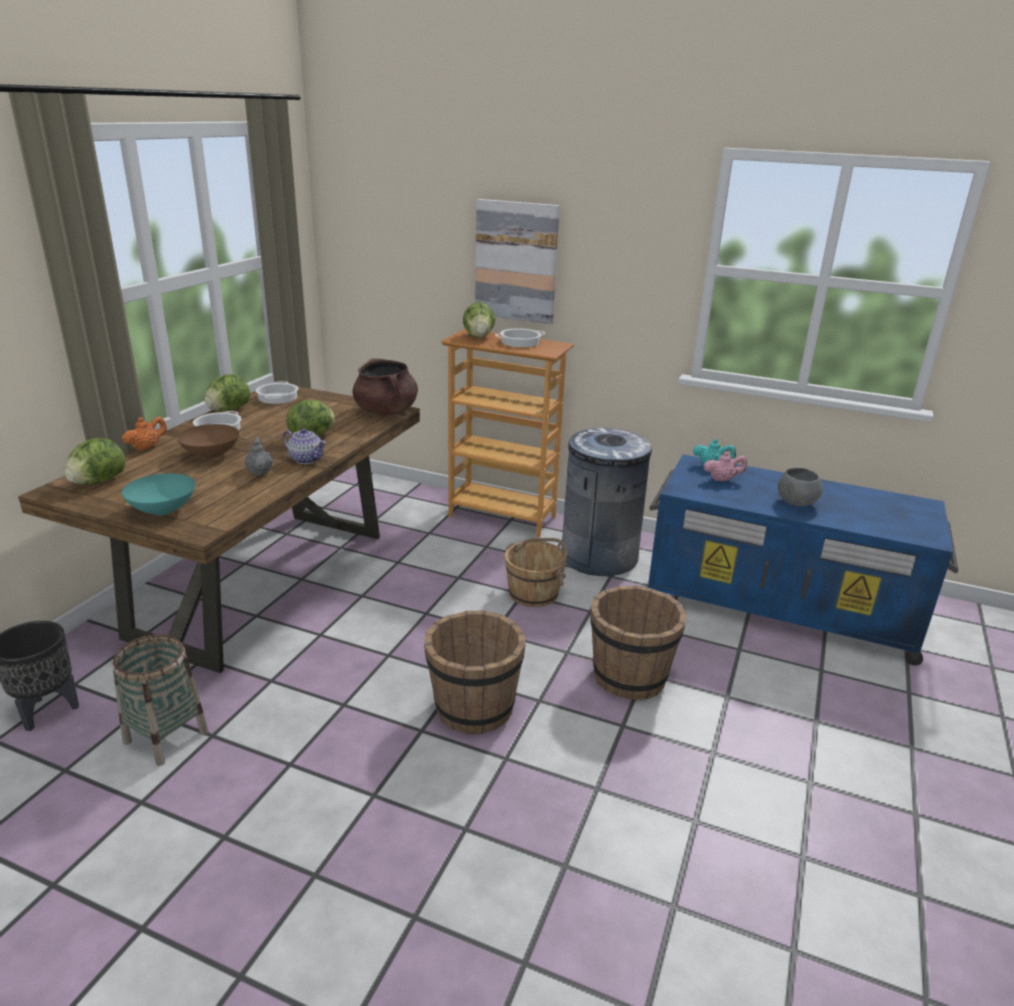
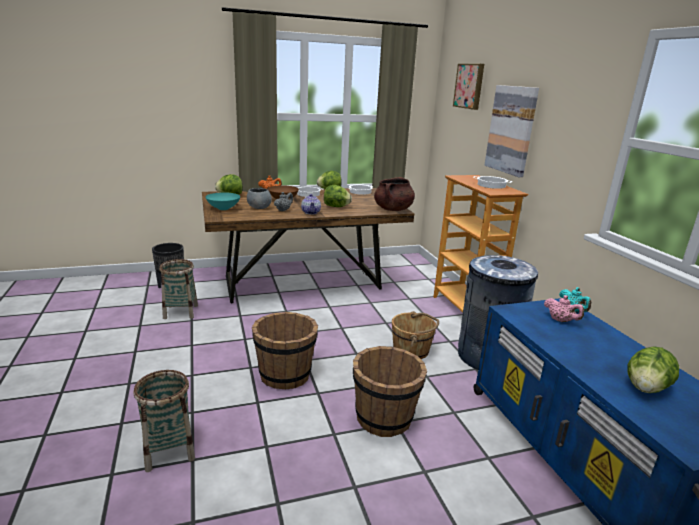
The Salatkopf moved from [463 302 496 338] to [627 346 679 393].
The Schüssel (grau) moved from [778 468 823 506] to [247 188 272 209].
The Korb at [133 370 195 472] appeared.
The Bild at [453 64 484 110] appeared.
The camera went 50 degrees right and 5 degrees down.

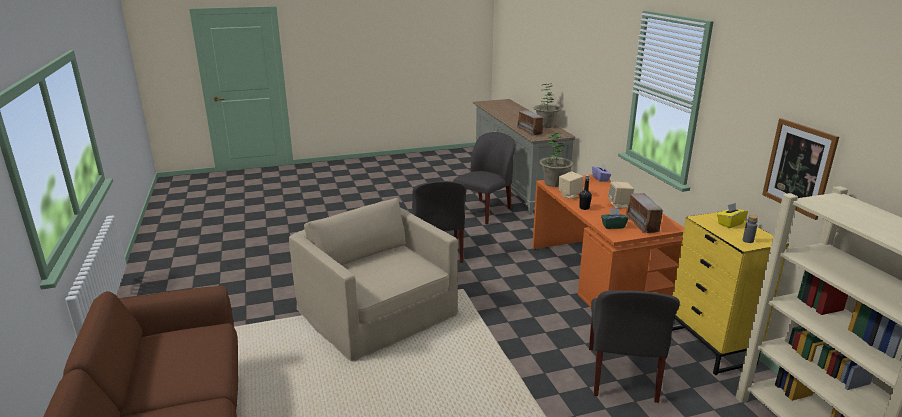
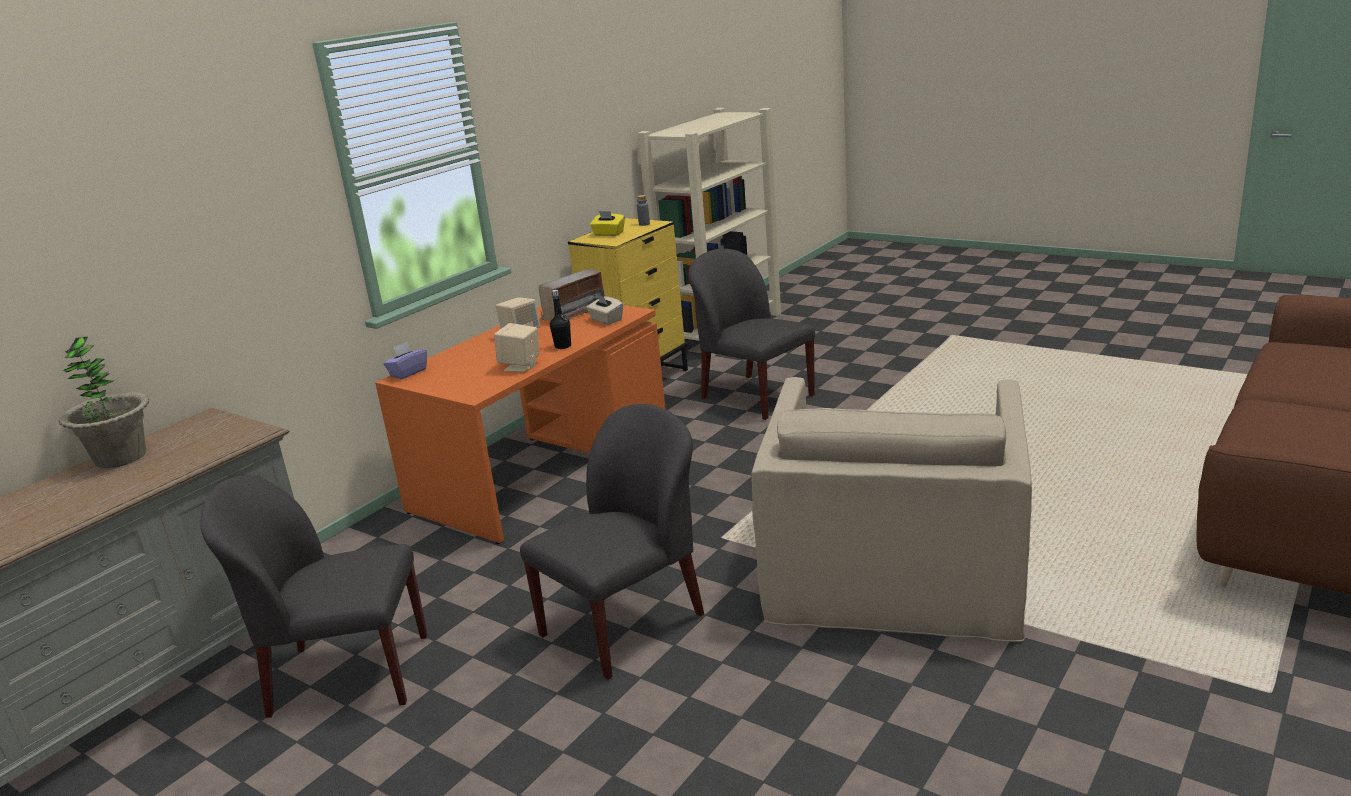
The Radio at [517 110 544 136] disappeared.
The Topfpflanze at [539 132 573 187] disappeared.
The Stuhl (grau) at [589 290 680 403] turned 105 degrees counterclockwise.
The Taschentuchbox (grün) at [601 209 629 229] became the Taschentuchbox (beige) at [586 294 623 325].
The Bild at [762 118 839 220] disappeared.
The camera went 125 degrees left and 0 degrees up.

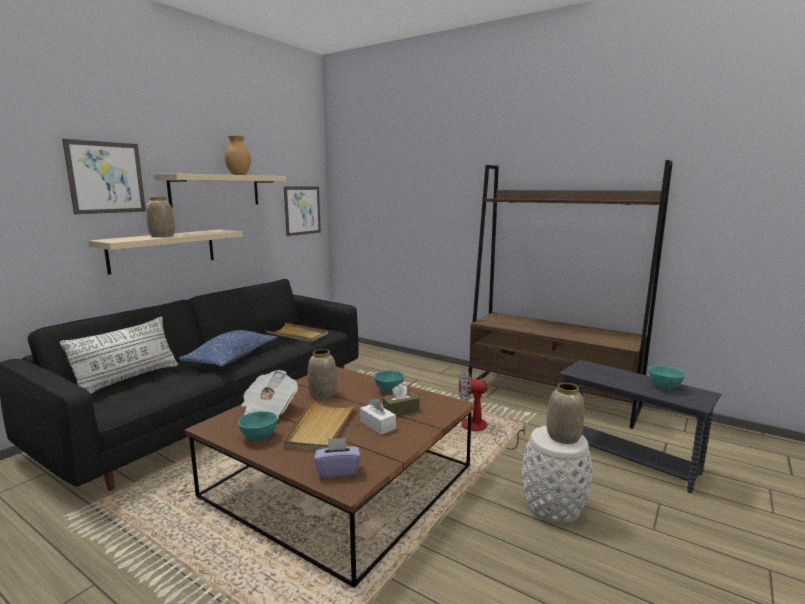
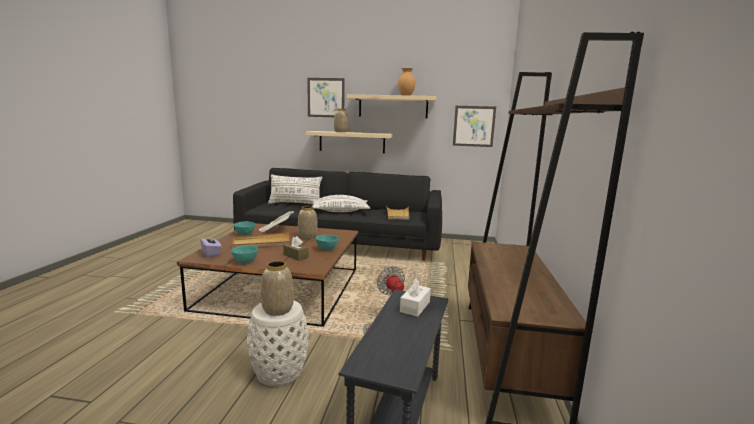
The Kissen (blau) at [178 330 277 367] became the Kissen (weiß) at [312 195 370 212].
The Taschentuchbox (weiß) moved from [360 397 396 435] to [400 278 431 317].
The Schüssel (türkis) moved from [649 365 686 389] to [231 245 258 263].
The camera went 65 degrees right and 0 degrees up.

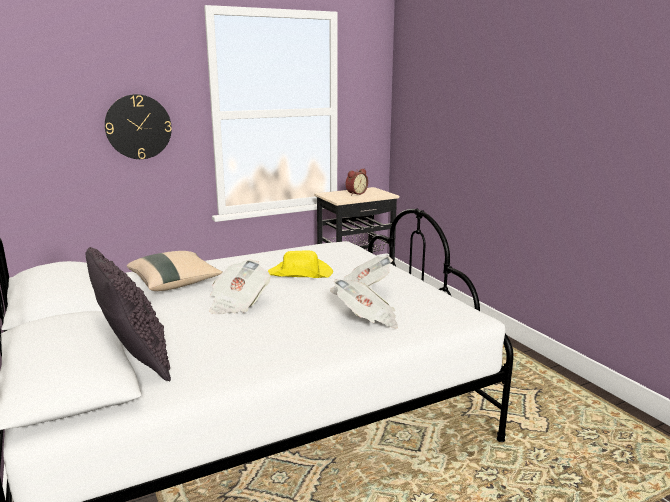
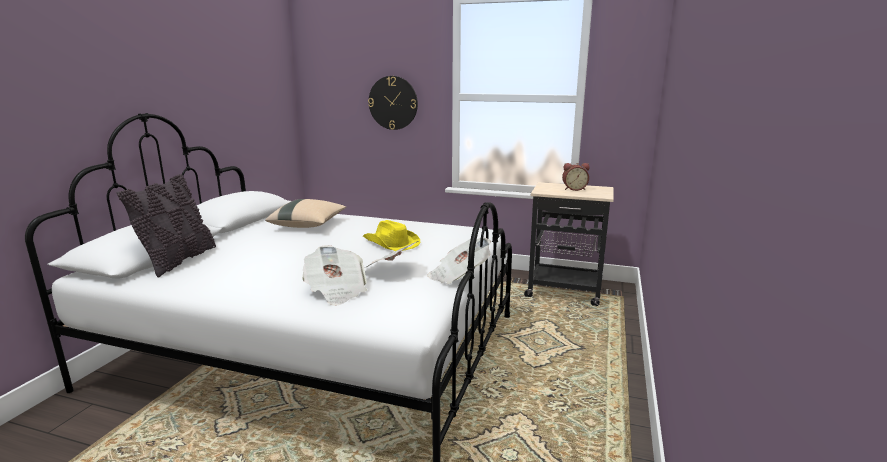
The Zeitung moved from [209 260 270 315] to [427 238 491 284].
The camera went 45 degrees right and 0 degrees up.

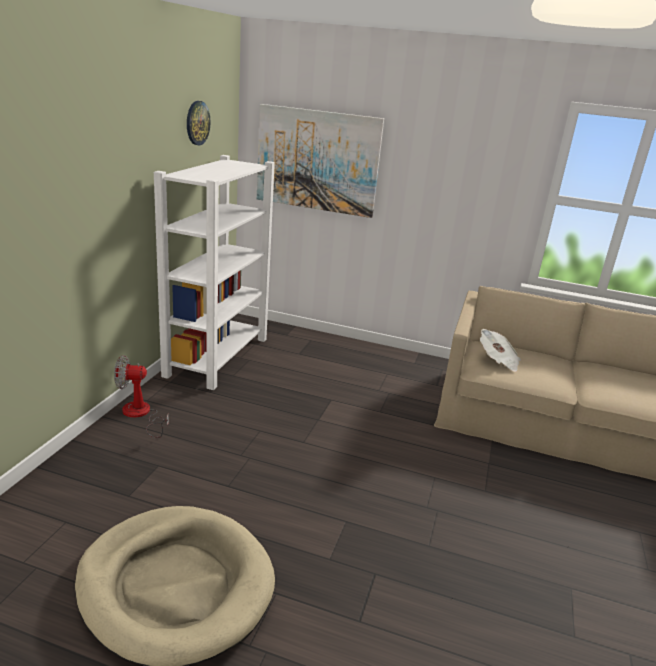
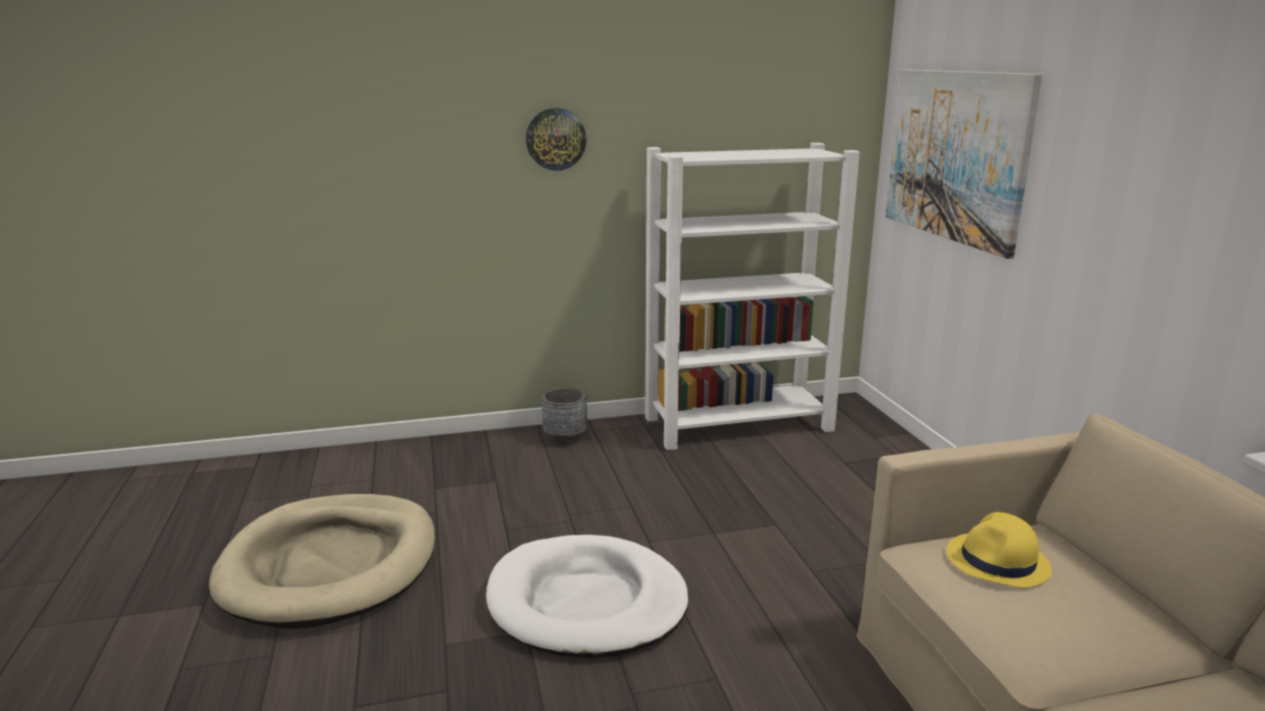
The Ventilator at [114 355 169 438] was replaced by the Pflanzkübel (grau) at [542 387 587 445].
The Wanduhr moved from [187 101 210 145] to [526 108 586 171].
The Zeitung at [480 329 521 372] was replaced by the Hut (gelb) at [947 512 1052 588].
The Hundebett (weiß) at [486 535 689 658] appeared.
The camera went 60 degrees right and 5 degrees down.

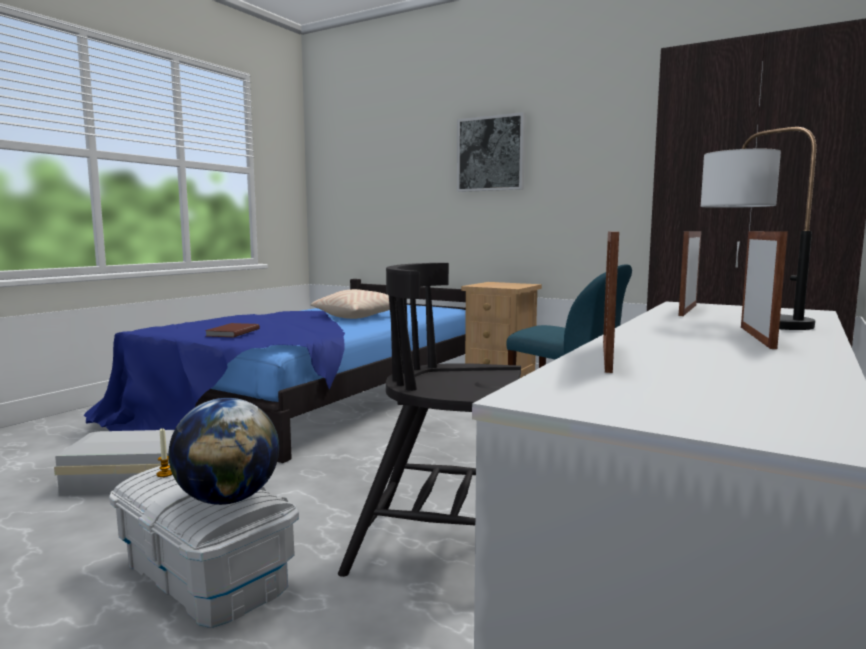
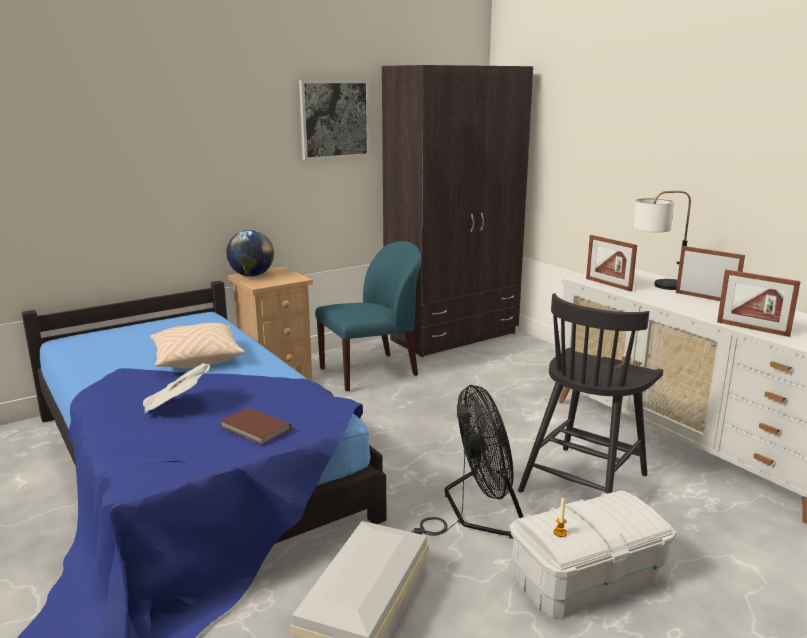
The Globus moved from [169 398 279 505] to [226 230 274 277].
The Bild moved from [457 112 525 192] to [299 80 370 160].
The Zeitung at [143 363 210 413] appeared.
The Ventilator (schwarz) at [411 385 523 539] appeared.
The camera went 65 degrees left and 10 degrees up.

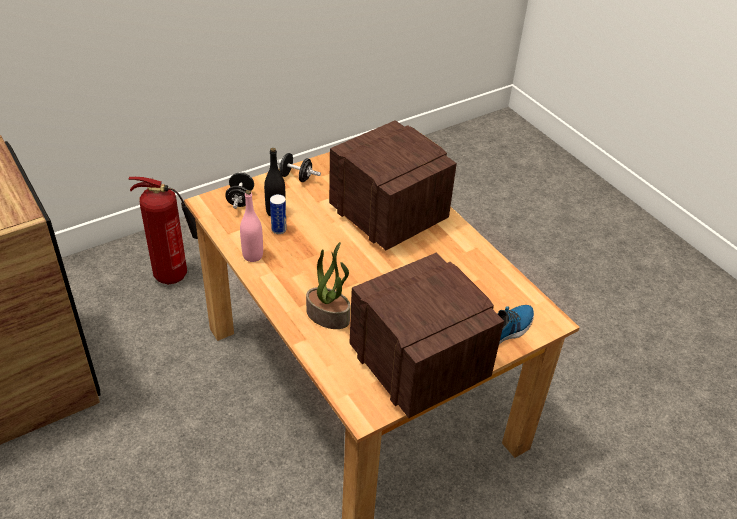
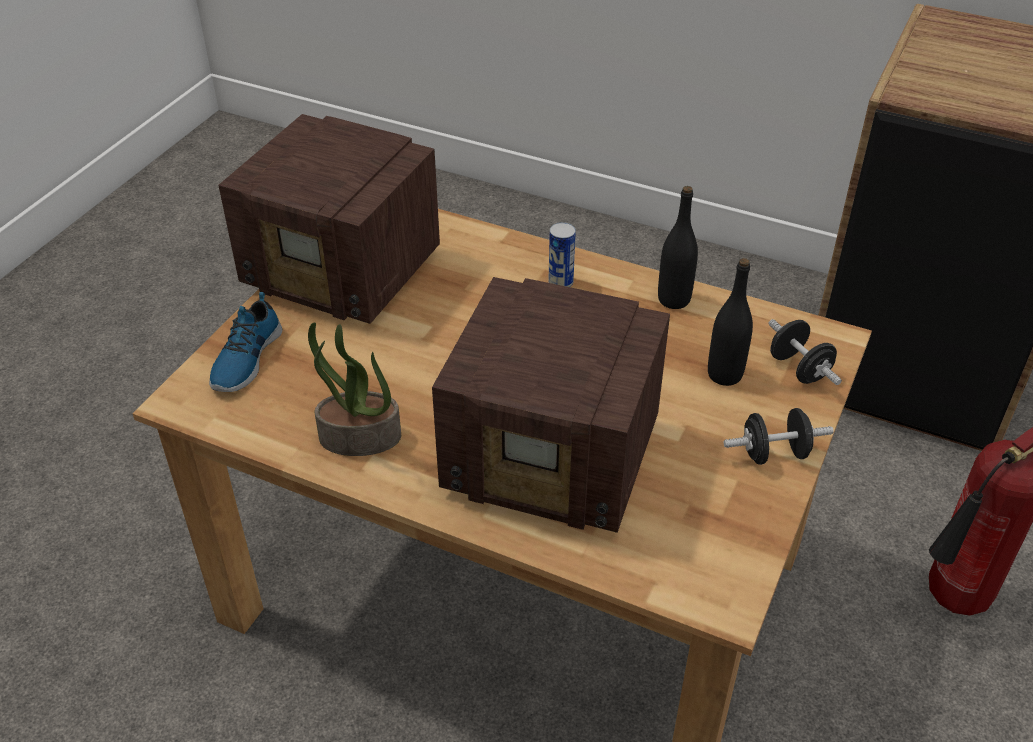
The Flasche (rosa) at [240 190 263 262] became the Flasche (schwarz) at [658 186 698 309].
The Dose moved from [270 194 287 234] to [548 222 576 287].
The Topfpflanze moved from [306 242 350 329] to [308 322 401 456].
The camera went 150 degrees right and 0 degrees up.

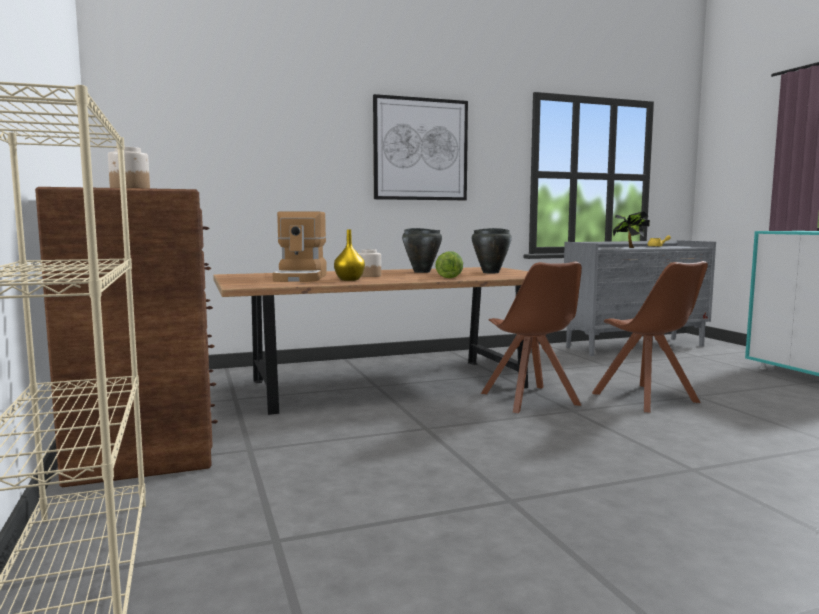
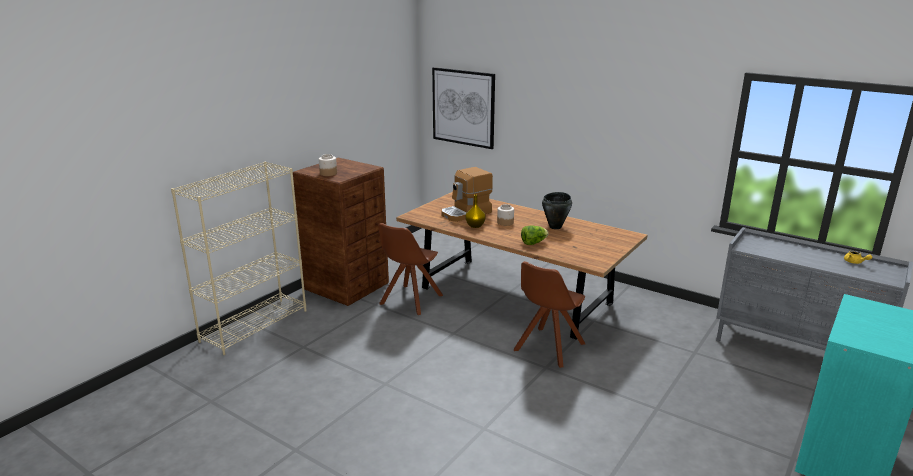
The Bild moved from [373 94 468 200] to [432 67 495 149].
The Kochtopf (schwarz) at [472 228 512 273] disappeared.
The Stuhl (braun) moved from [592 261 708 413] to [378 223 443 315].
The Topfpflanze at [613 211 650 248] disappeared.
The camera went 55 degrees right and 15 degrees up.

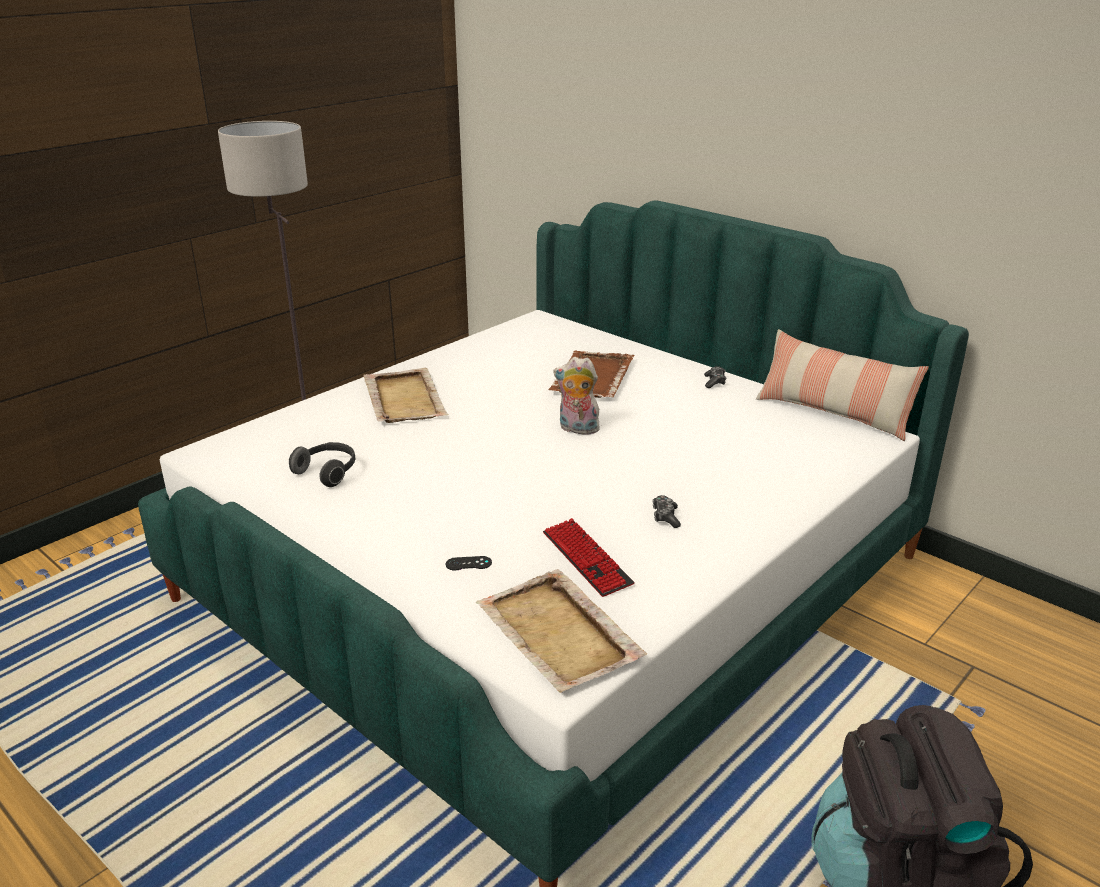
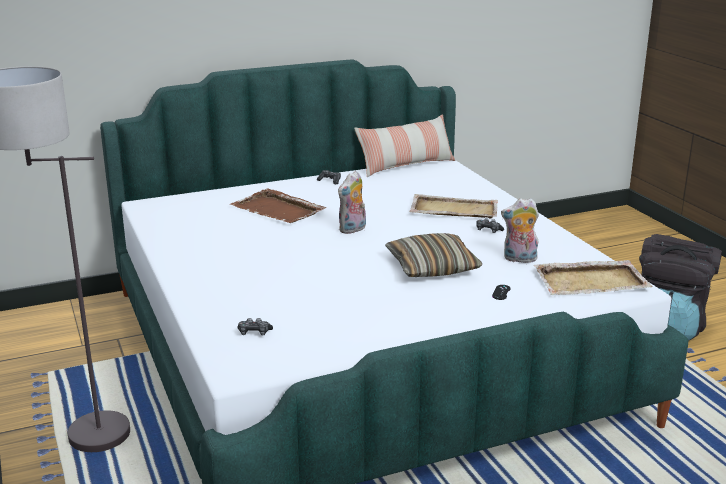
The Kopfhörer at [289 442 356 487] disappeared.
The Tablett (beige) moved from [363 368 449 423] to [409 194 498 219].
The Tastatur at [543 518 635 597] was replaced by the Plüschtier at [501 198 539 263].
The Gamepad at [238 318 273 335] appeared.
The Kissen at [385 233 482 277] appeared.
The camera went 65 degrees left and 5 degrees down.

